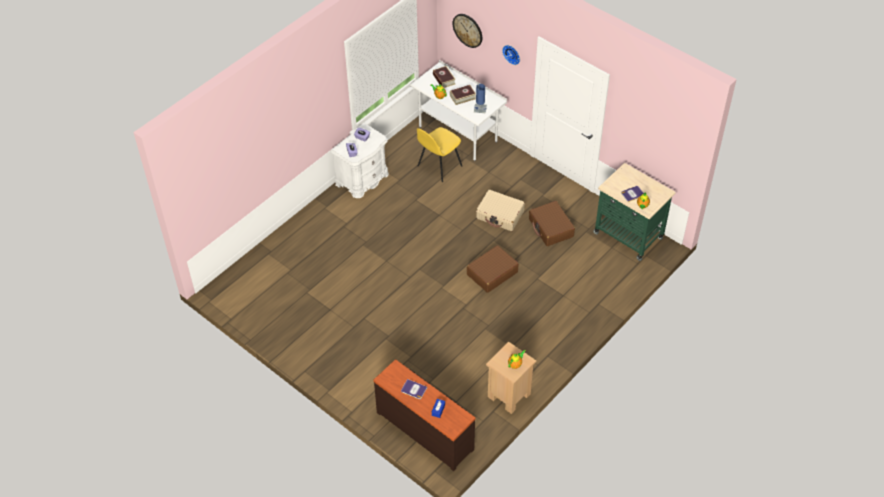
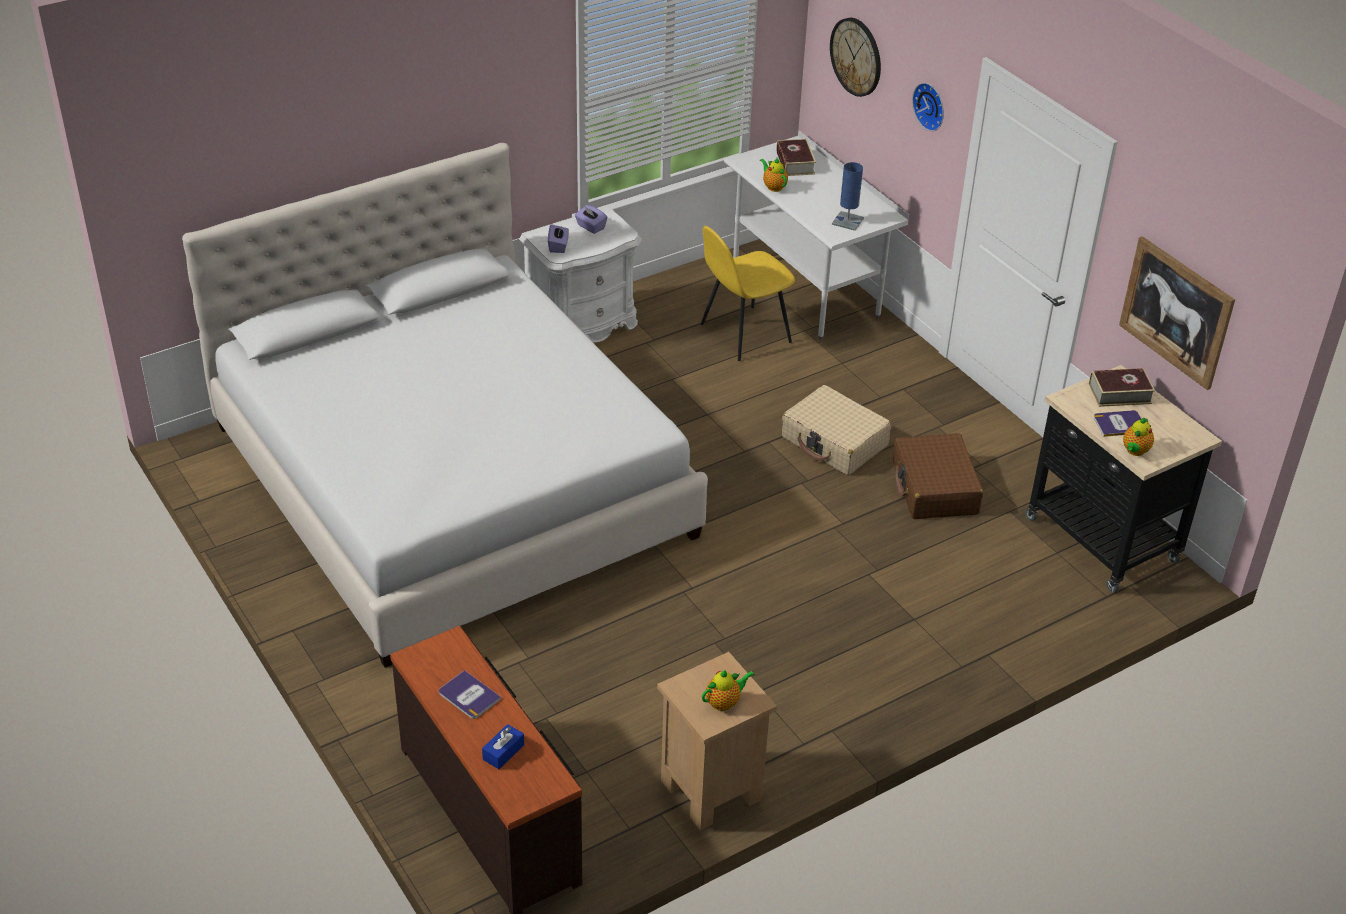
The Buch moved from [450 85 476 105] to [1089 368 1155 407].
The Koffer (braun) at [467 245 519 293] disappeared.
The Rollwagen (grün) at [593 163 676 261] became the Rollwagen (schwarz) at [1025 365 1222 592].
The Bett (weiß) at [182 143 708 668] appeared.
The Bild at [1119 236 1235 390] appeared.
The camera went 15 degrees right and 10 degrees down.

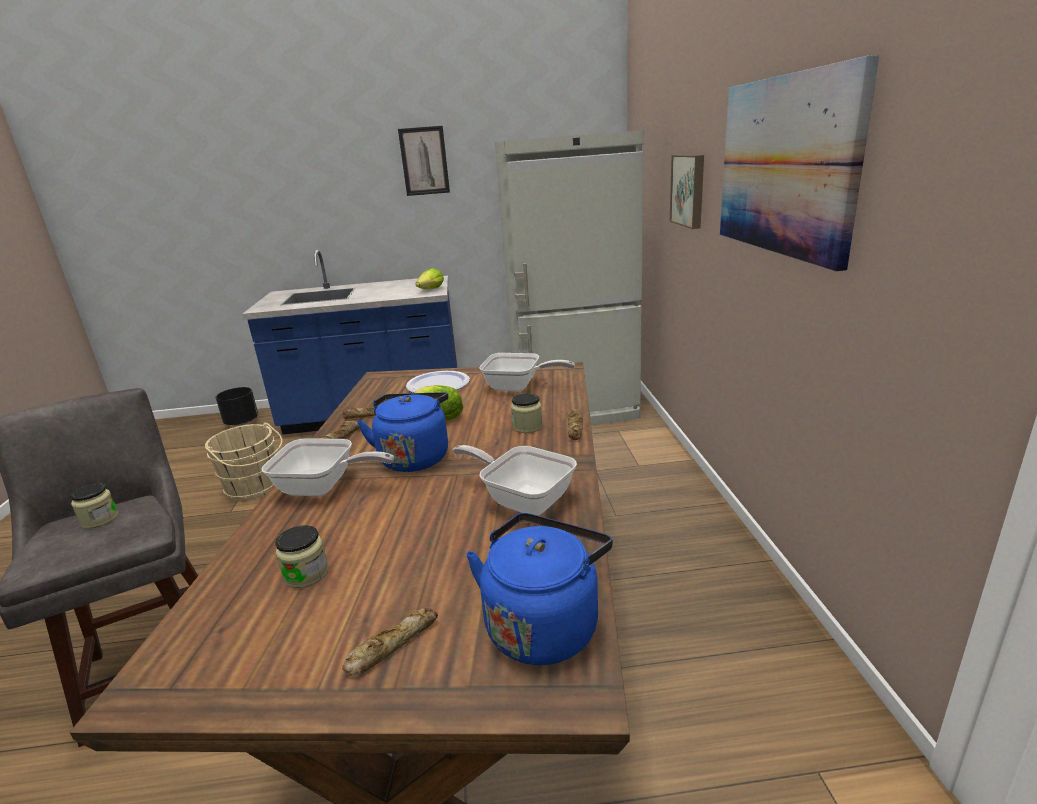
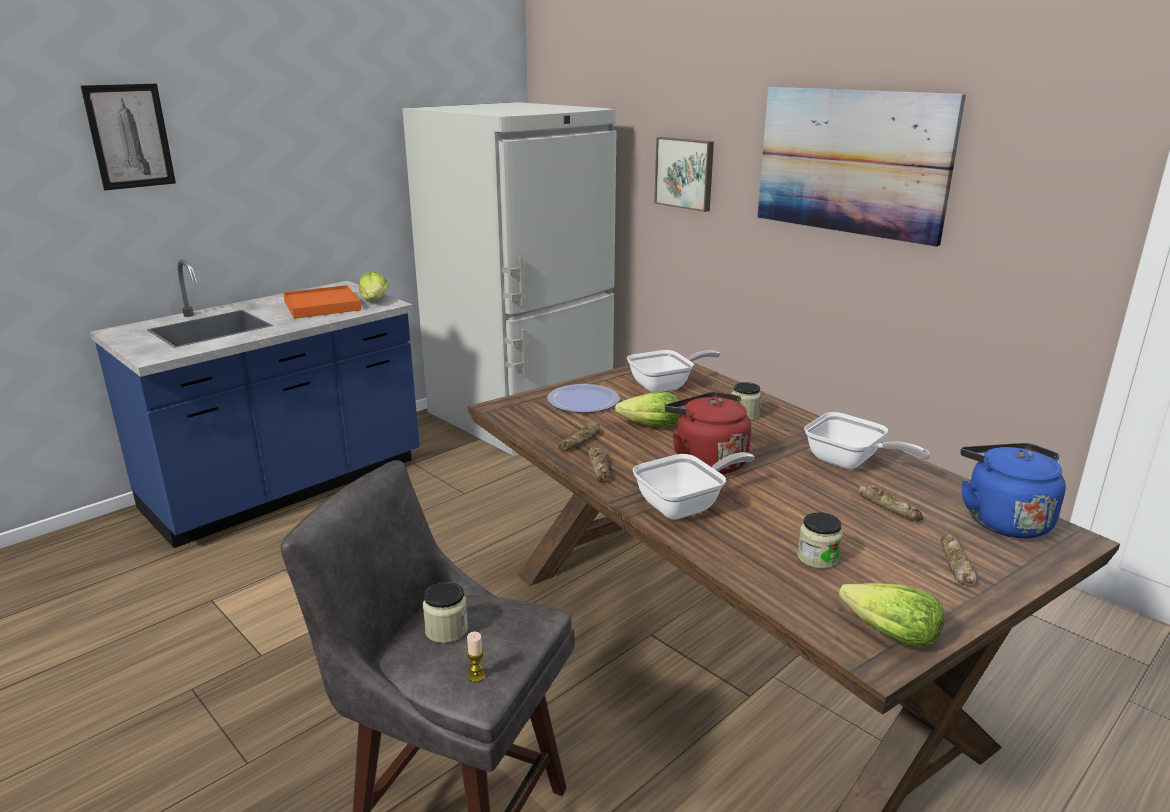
The Eimer (beige) at [205 423 282 501] disappeared.
The Pflanzkübel (schwarz) at [216 387 258 426] disappeared.
The Wasserkessel (blau) at [357 392 448 472] became the Wasserkessel (rot) at [665 392 751 474].
The Bild moved from [398 126 450 196] to [81 84 176 190].
The Pfanne at [453 445 577 516] turned 135 degrees counterclockwise.
The Brot moved from [568 409 583 440] to [858 485 924 521].
The Tablett (orange) at [283 285 361 319] appeared.
The Kerze at [466 632 485 683] appeared.
The Salatkopf at [839 583 945 647] appeared.
The camera went 40 degrees left and 0 degrees up.

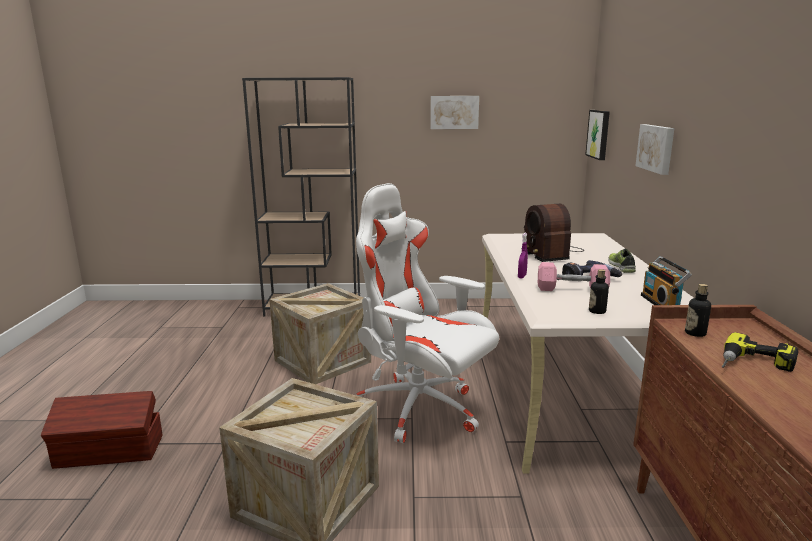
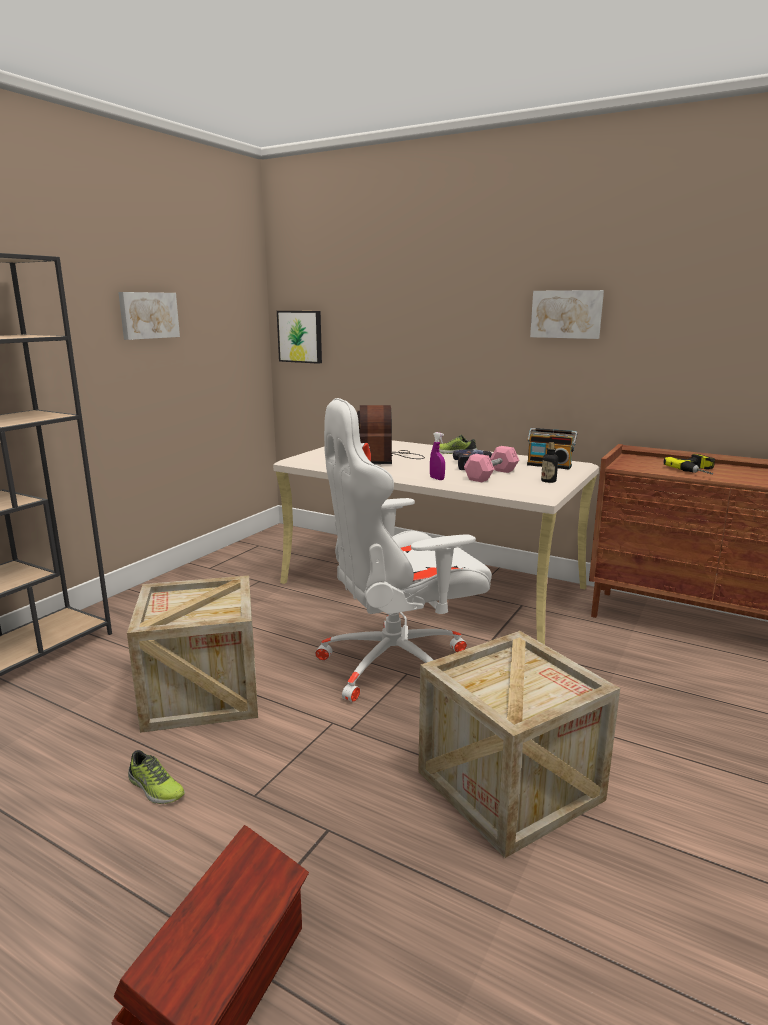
The Radio at [521 204 583 262] turned 75 degrees clockwise.
The Bild moved from [635 124 675 175] to [530 290 604 339].
The Flasche at [685 284 711 337] disappeared.
The Schuh at [128 750 185 804] appeared.
The camera went 60 degrees left and 0 degrees up.

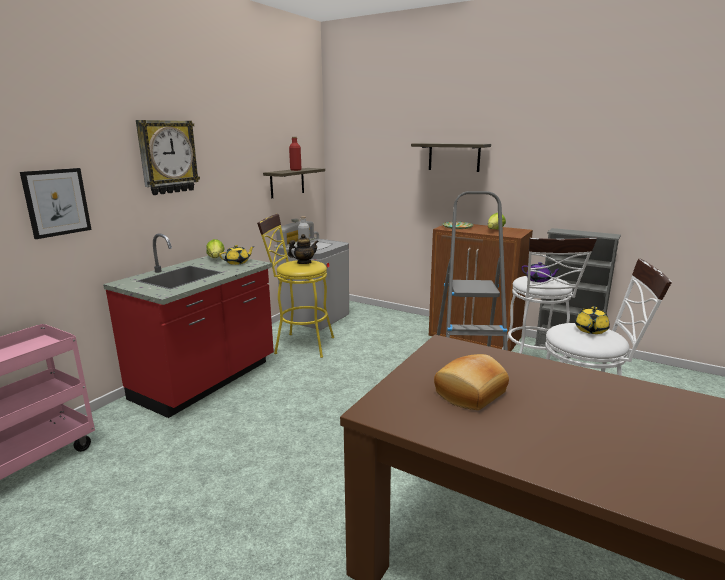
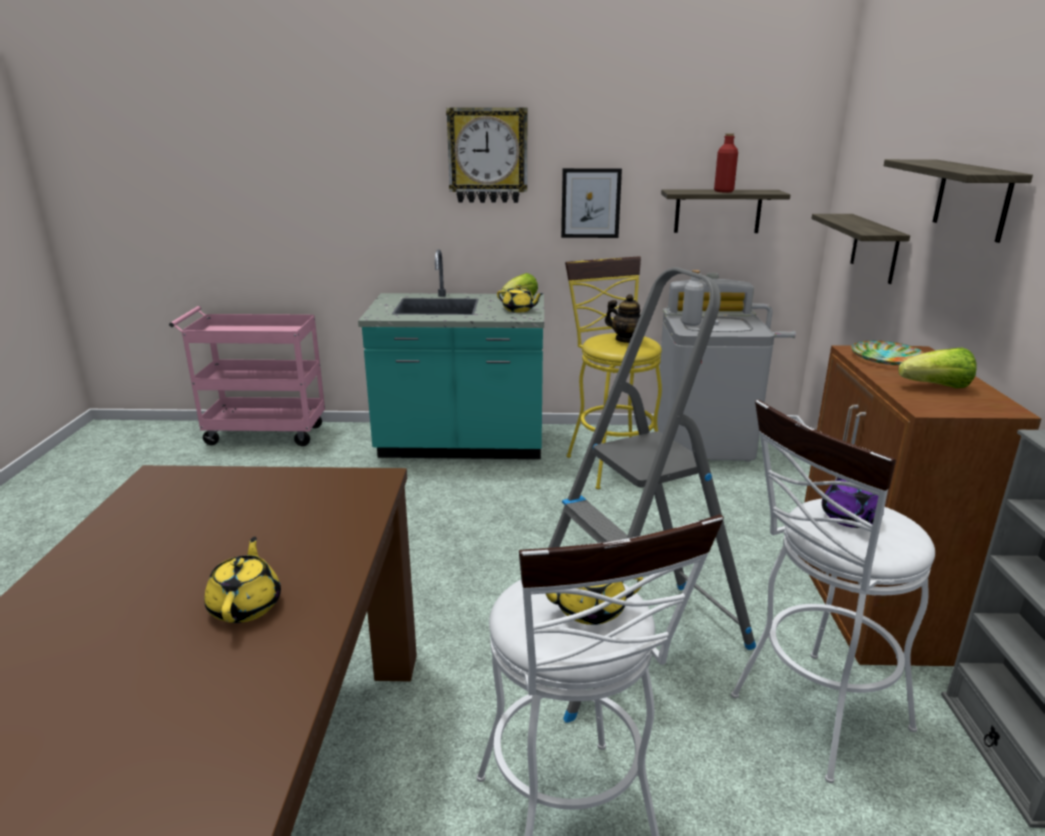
The Bild moved from [20 168 92 239] to [561 168 622 238].
The Küchenzeile (rot) at [103 233 274 418] became the Küchenzeile (türkis) at [358 249 544 459].
The Brot at [434 354 509 410] disappeared.
The Teekanne (gelb) at [204 537 281 623] appeared.
The Wandregal at [811 214 910 284] appeared.
The camera went 60 degrees right and 5 degrees up.

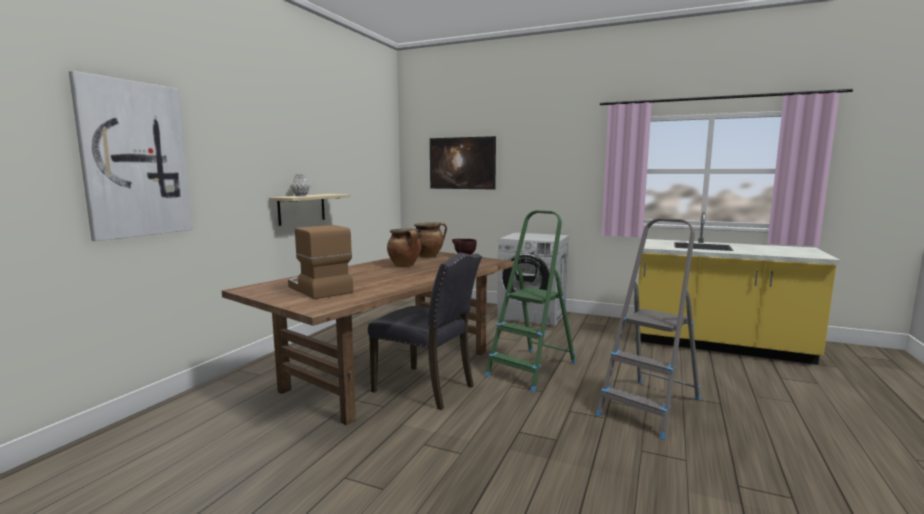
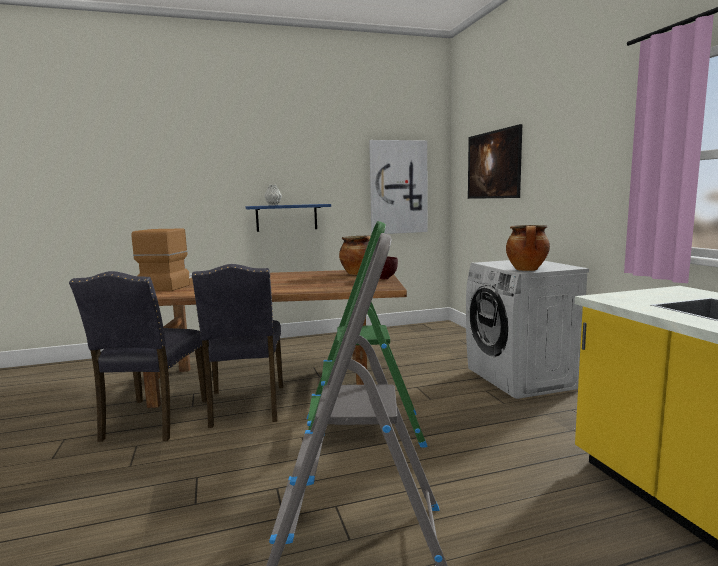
The Bild moved from [69 71 192 241] to [369 140 427 234].
The Wandregal (beige) at [269 194 351 226] became the Wandregal (blau) at [245 204 331 232].
The Kochtopf moved from [387 228 421 267] to [506 225 550 271].
The Stuhl (grau) at [69 271 207 442] appeared.
The camera went 50 degrees right and 0 degrees up.

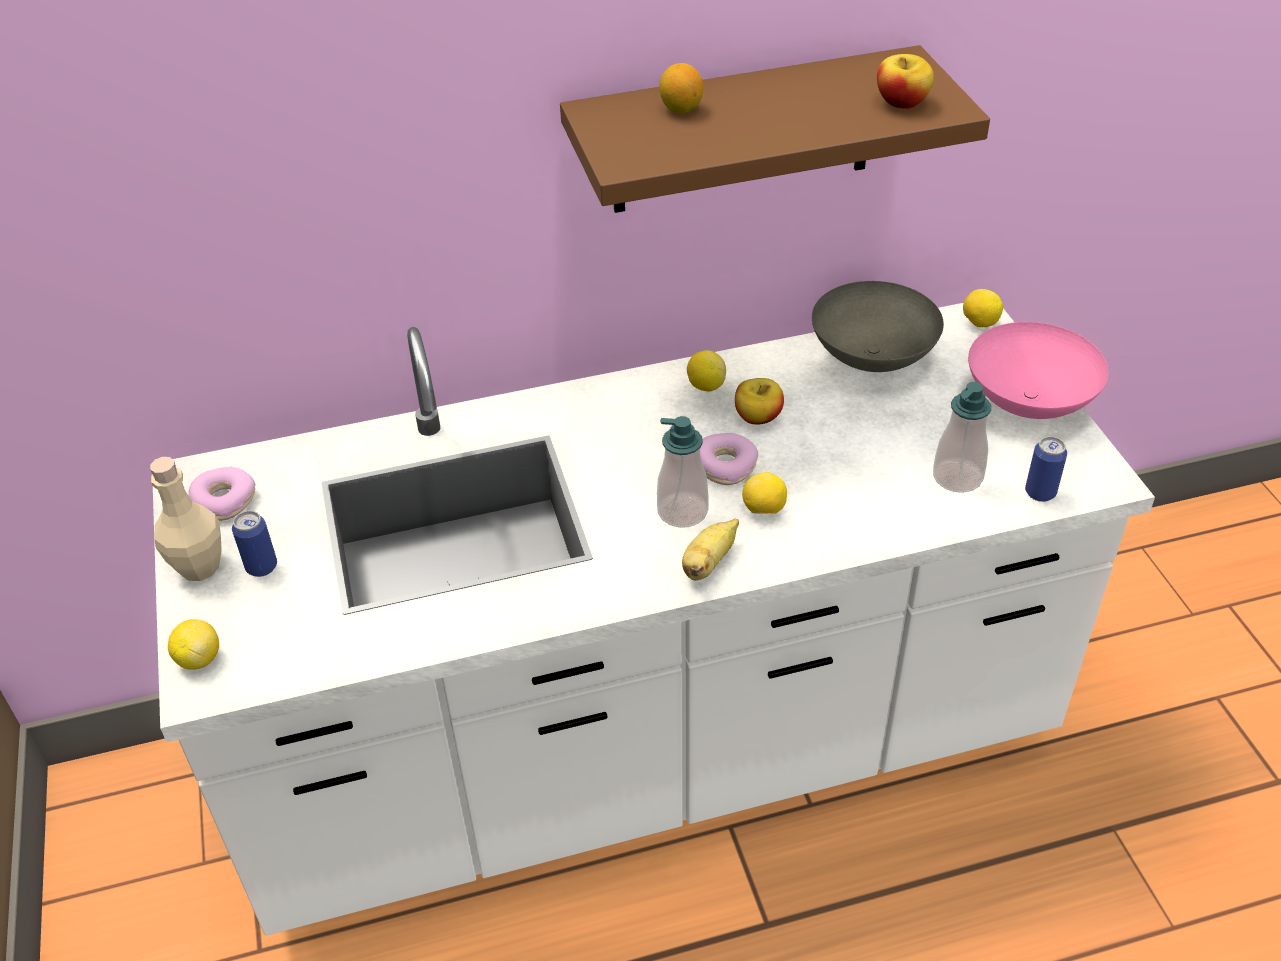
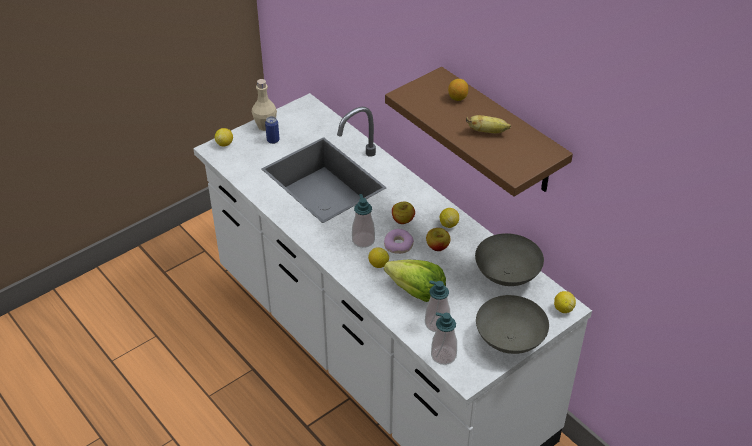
The Donut at [188 467 255 521] disappeared.
The Banane moved from [682 519 739 581] to [466 115 511 133].
The Apfel moved from [877 54 934 109] to [392 202 415 224].
The Schüssel (rosa) at [968 322 1108 419] became the Schüssel (grau) at [476 295 549 354].
The Dose at [1025 436 1067 502] was replaced by the Seifenspender at [431 312 457 365].
The Salatkopf at [384 260 446 302] appeared.
The camera went 65 degrees right and 0 degrees up.

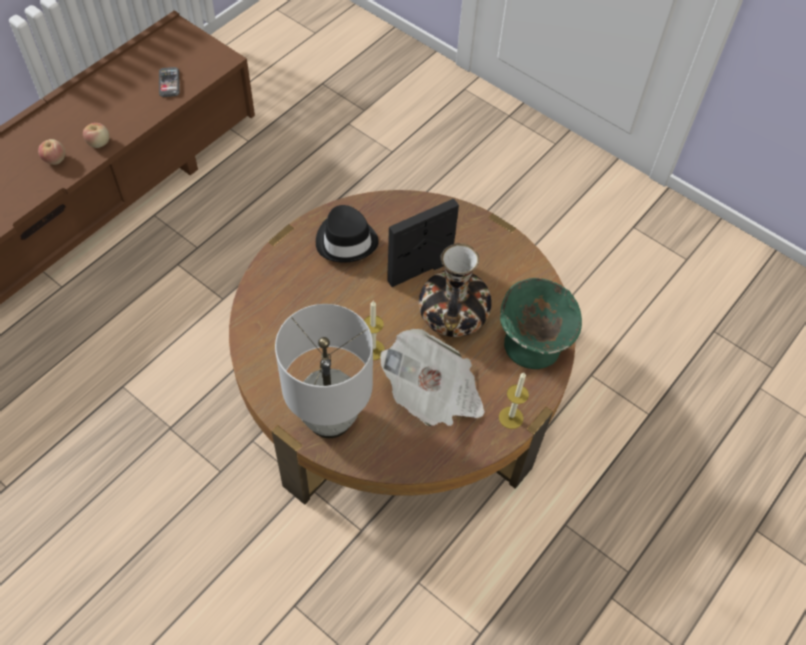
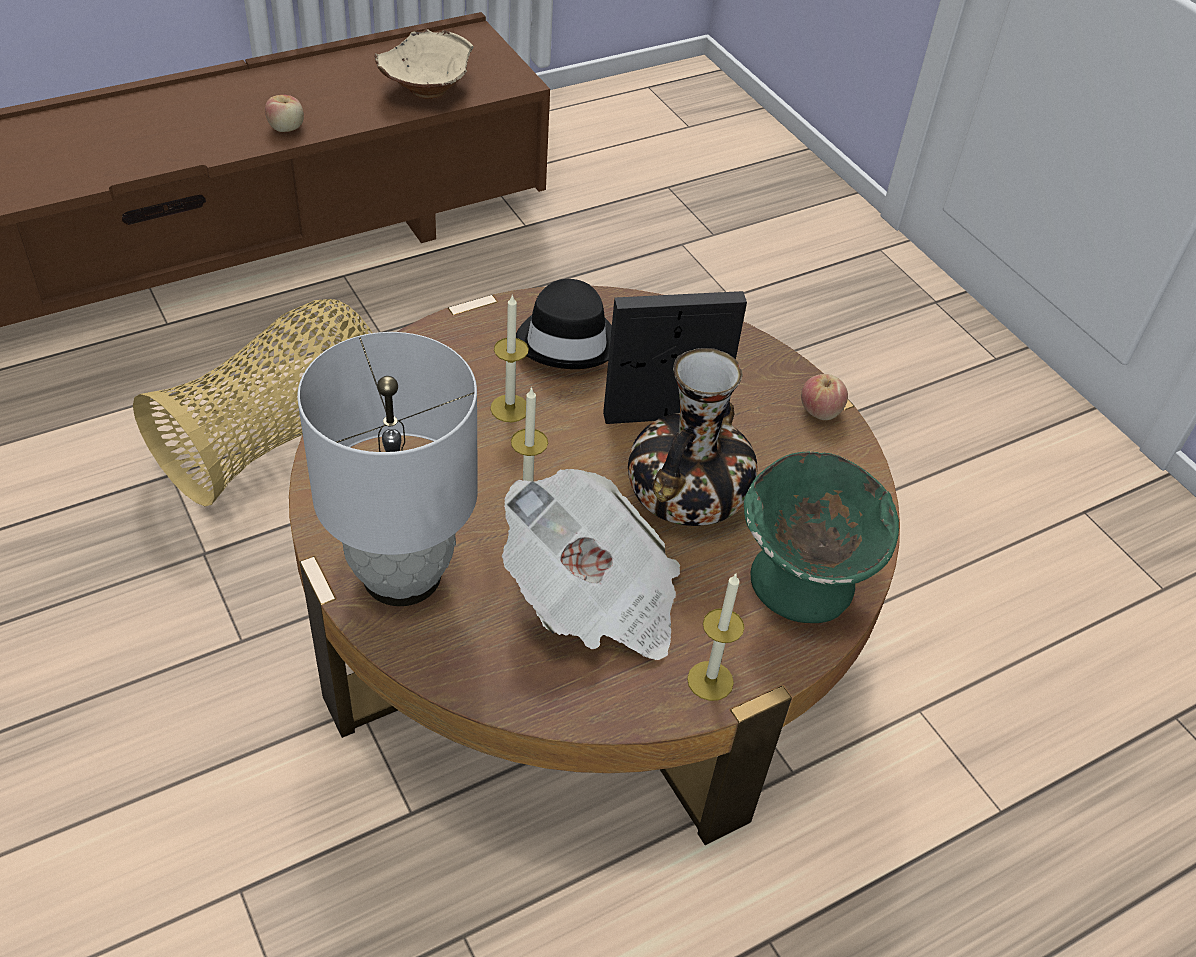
The Apfel moved from [38 139 65 165] to [801 374 848 420].
The Handy at [159 67 180 97] was replaced by the Schüssel (beige) at [374 29 474 99].
The Korb at [133 299 372 507] appeared.
The Kerze at [490 294 529 422] appeared.
The camera went 20 degrees right and 10 degrees down.

